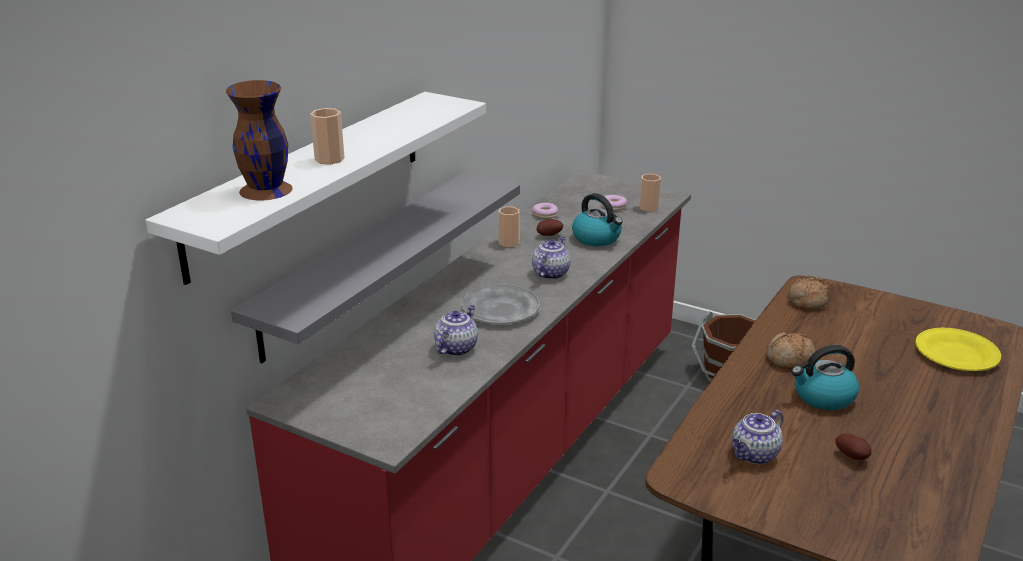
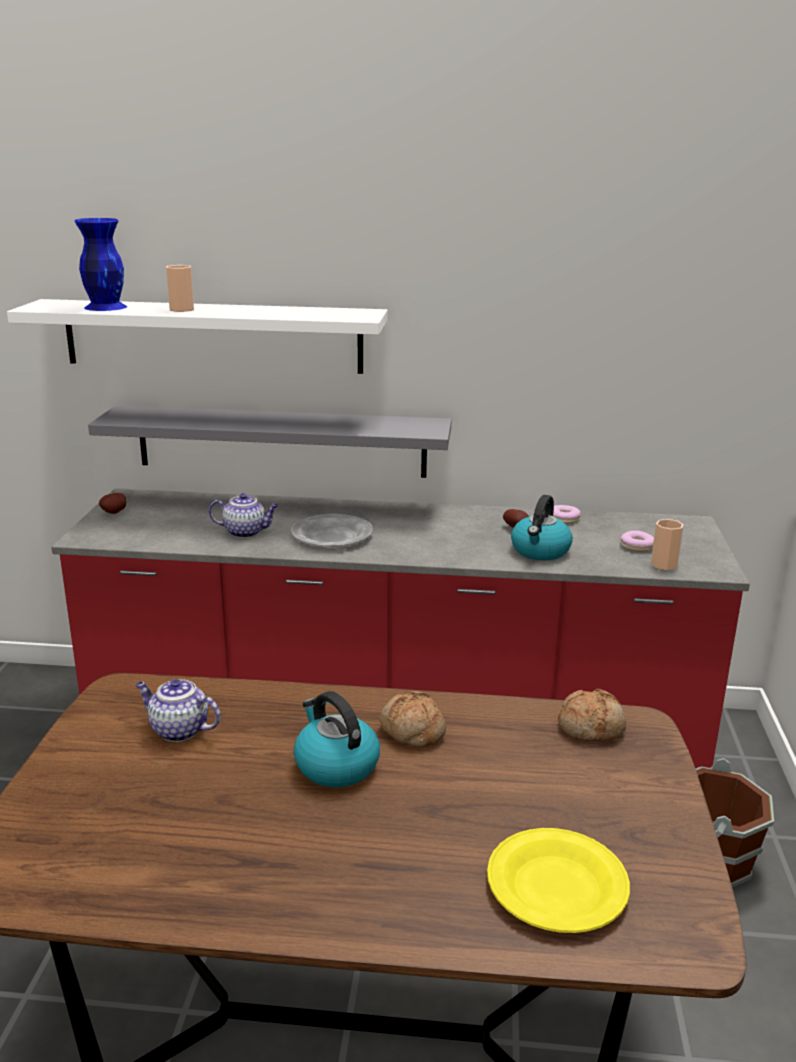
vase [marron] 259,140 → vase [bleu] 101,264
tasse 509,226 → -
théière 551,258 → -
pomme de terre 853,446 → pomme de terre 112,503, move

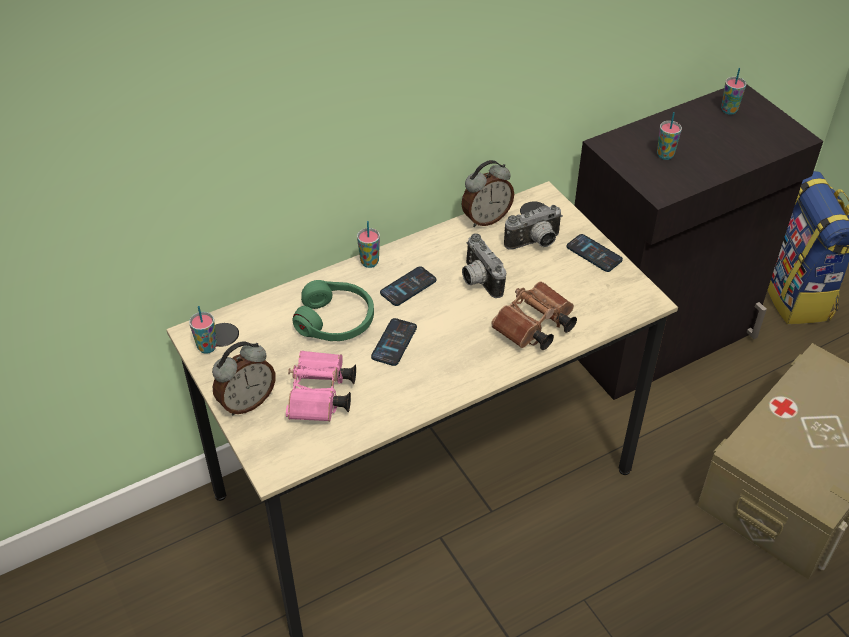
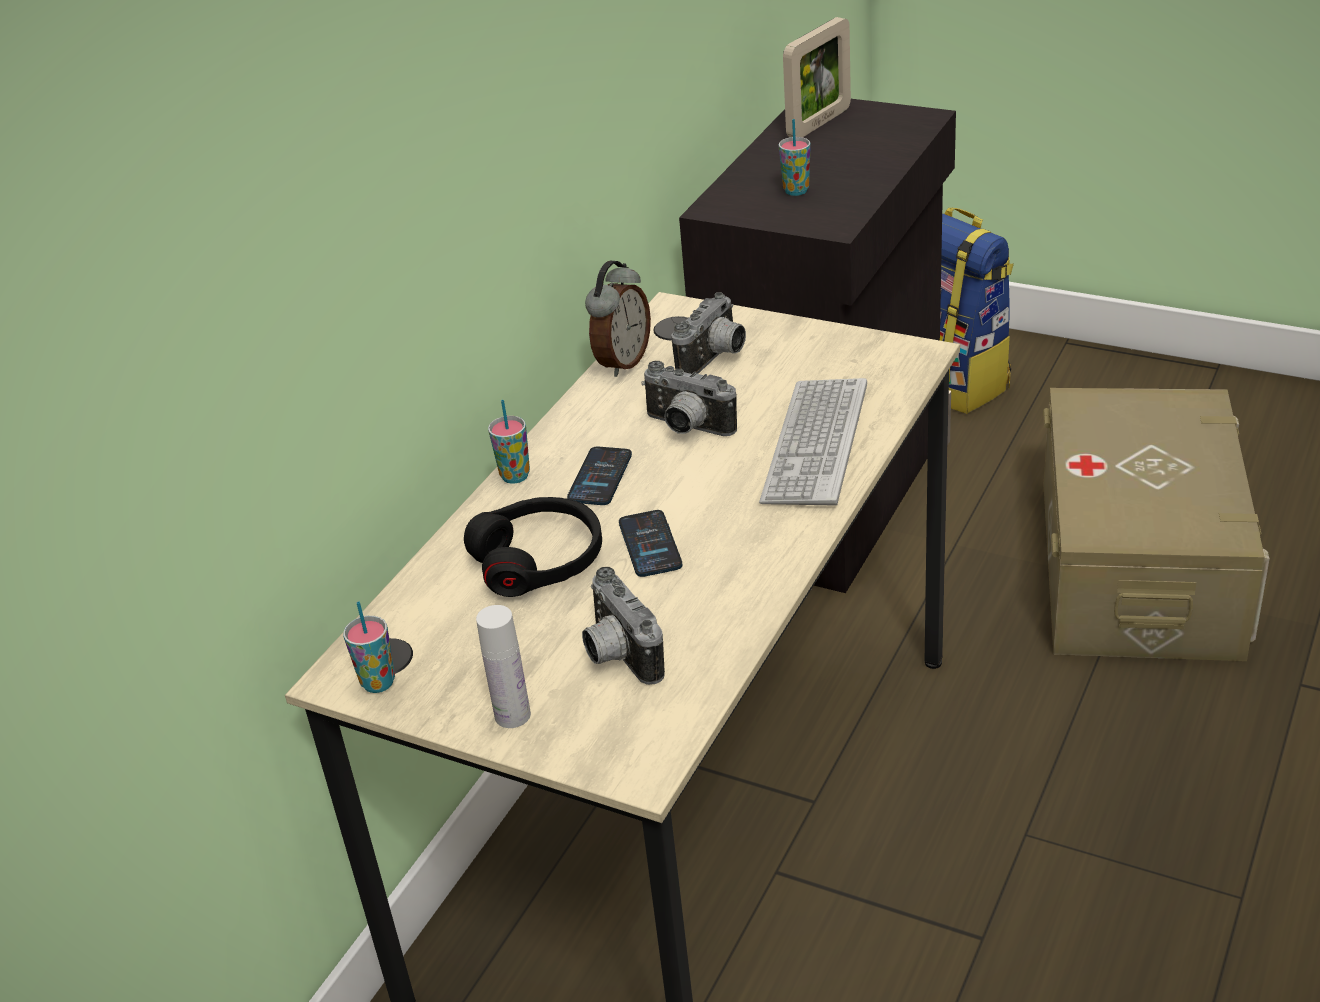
réveil 244,378 → bouteille [blanc] 503,666
jumelles [rose] 321,386 → appareil photo 623,626
casque audio [vert] 333,310 → casque audio [noir] 533,547
jumelles [marron] 534,315 → clavier 813,441
téléphone 594,253 → -
tasse 734,91 → cadre photo 817,77

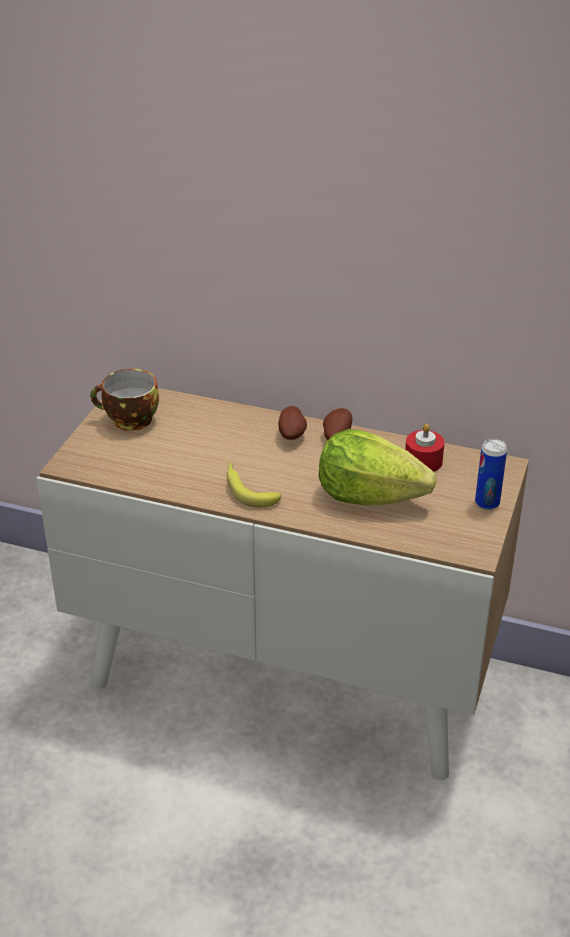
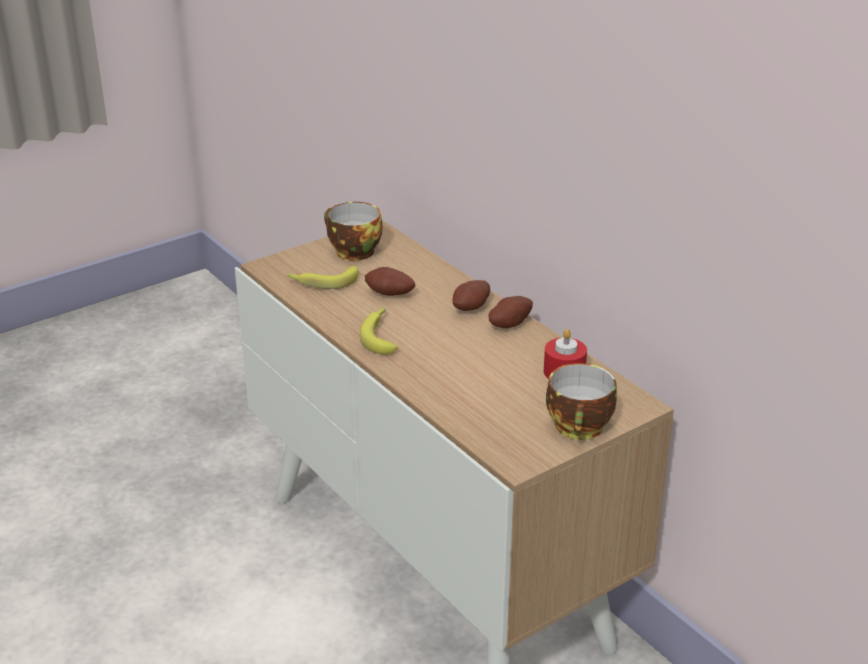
laitue 377,467 → -
boîte métallique 491,474 → tasse 581,401
- → banane 322,277
- → pomme de terre 390,281

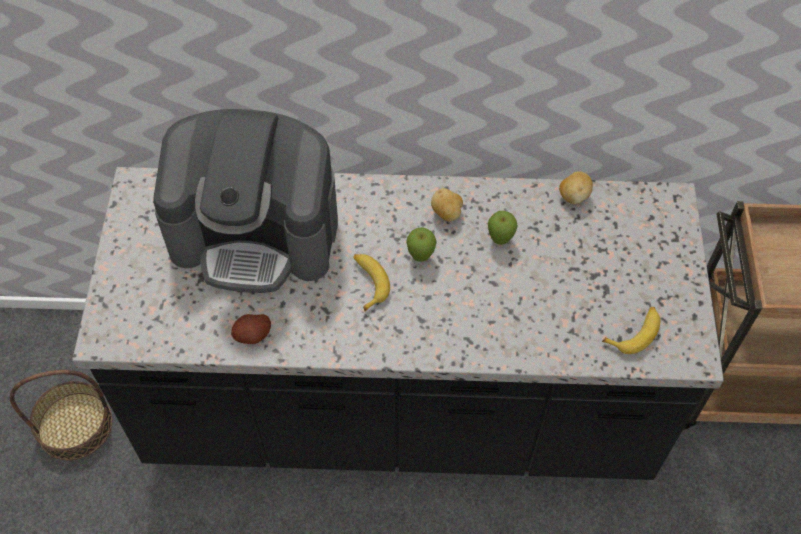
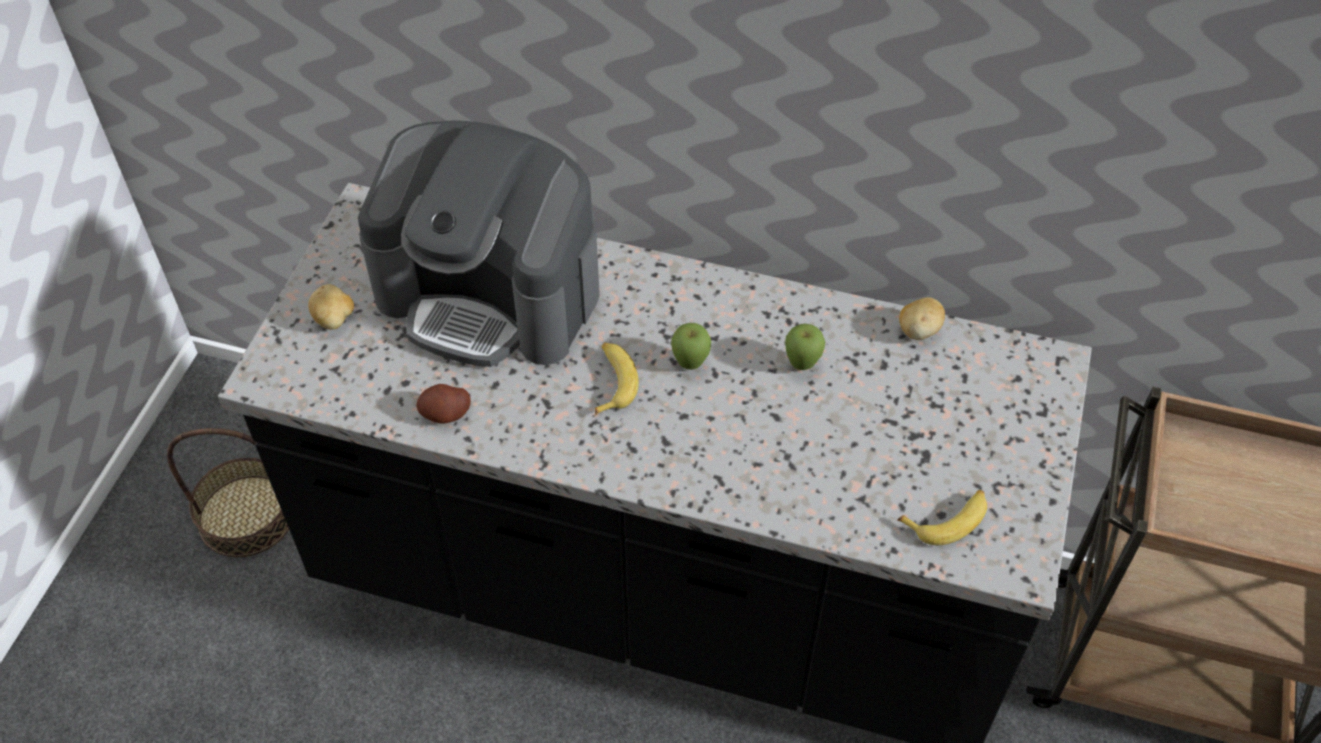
pomme de terre 447,204 → pomme de terre 331,307, move

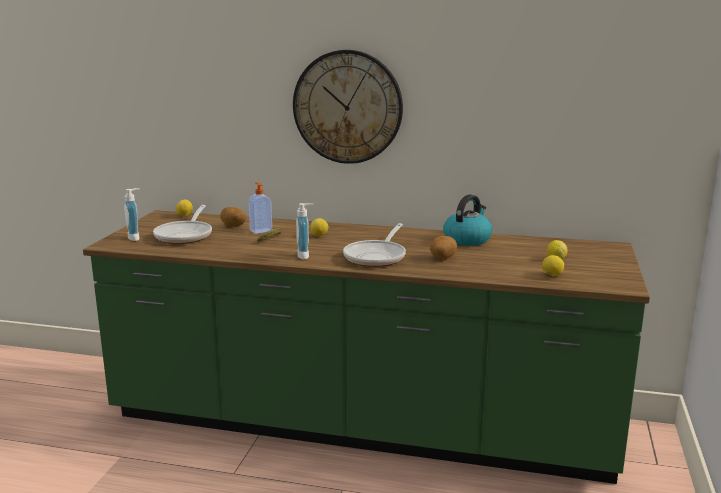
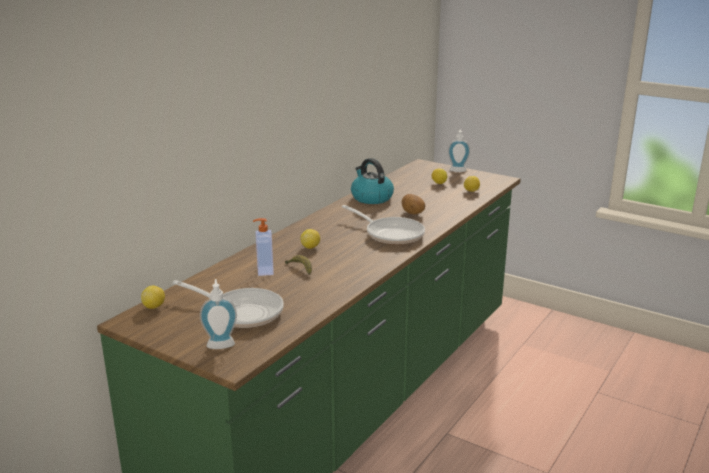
pomme de terre 233,217 → -
horloge murale 348,107 → -
distributeur de savon 304,231 → distributeur de savon 459,150, move

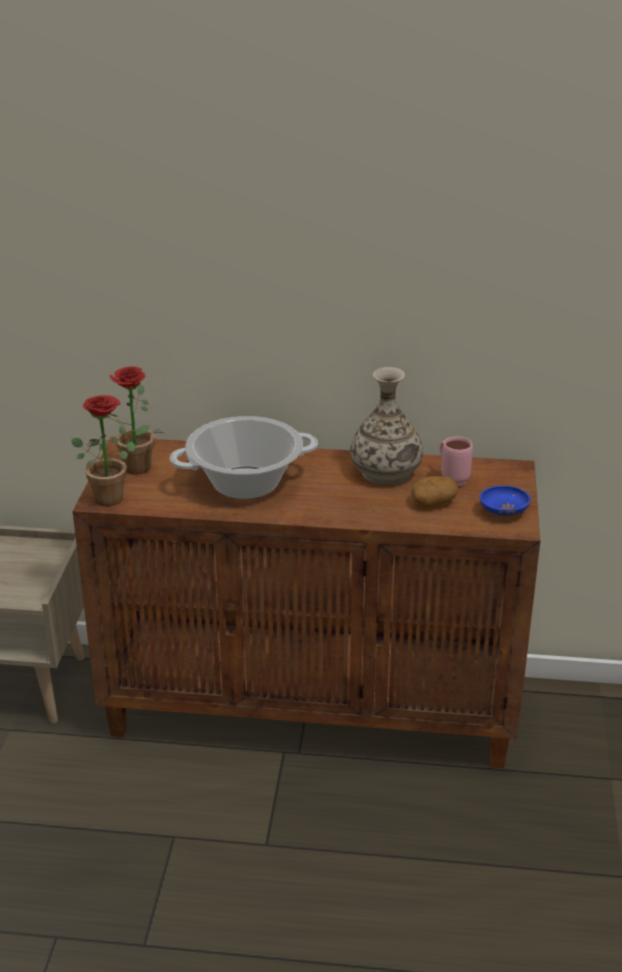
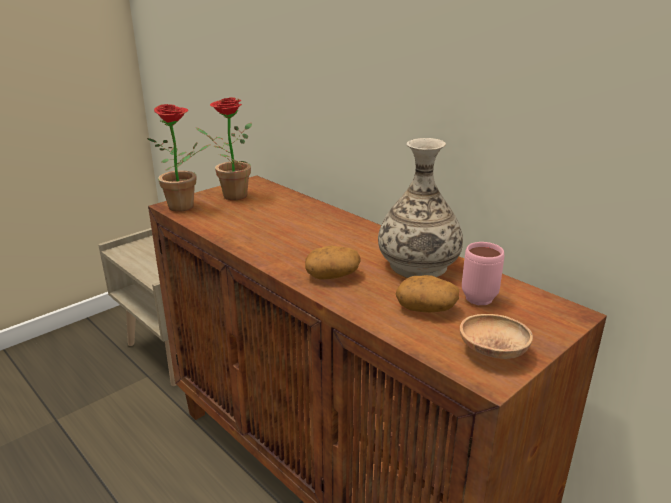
marmite 244,457 → -
bol [bleu] 505,501 → bol [marron] 496,336
- → pomme de terre 333,262

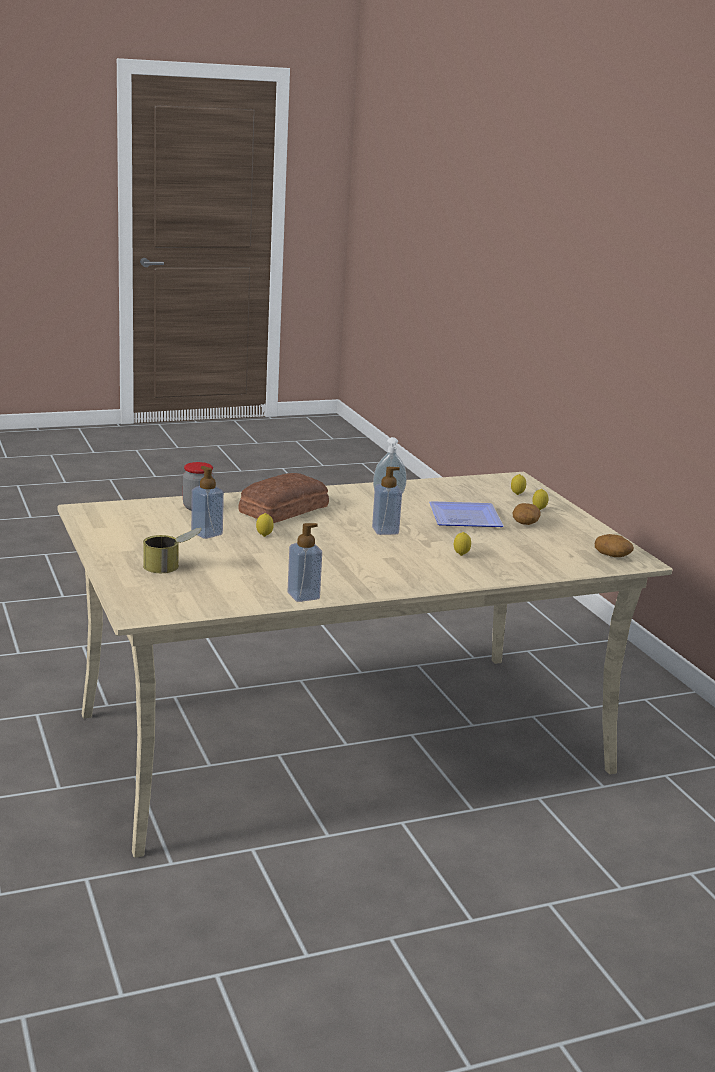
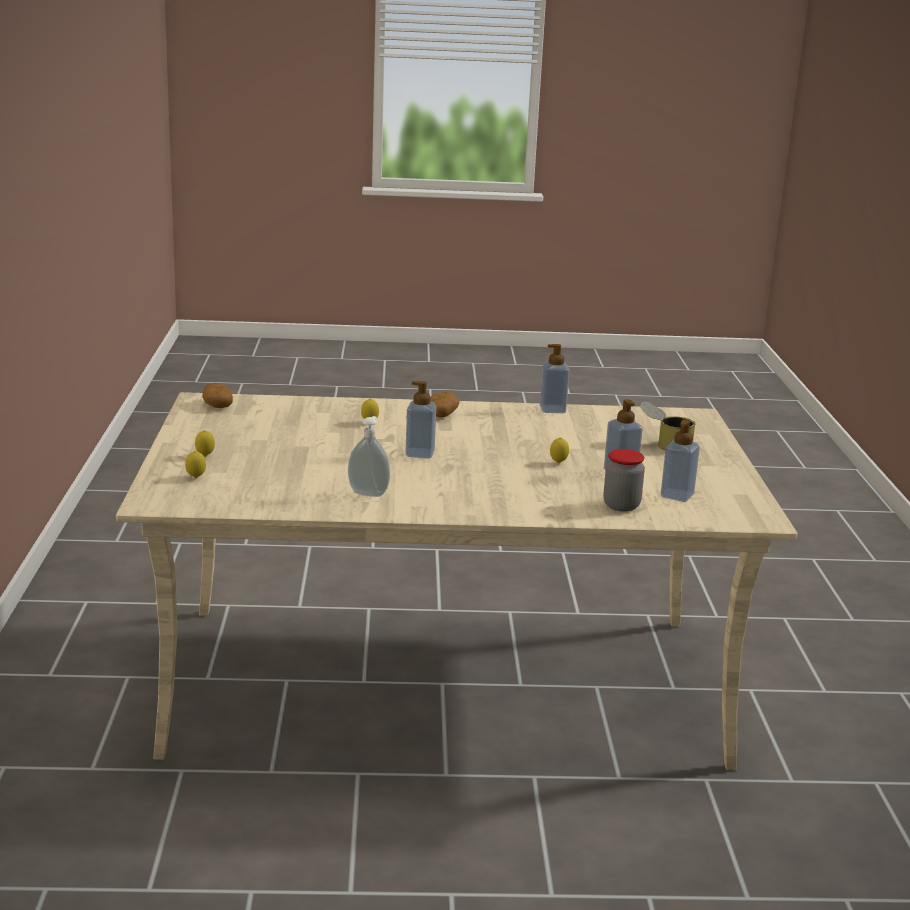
pain 284,498 → -
assiette 466,514 → -
pomme de terre 526,514 → pomme de terre 444,404, move
- → distributeur de savon 680,461

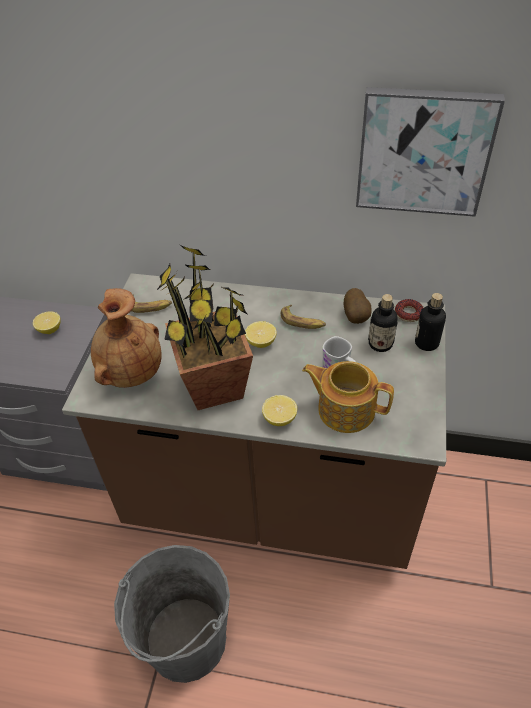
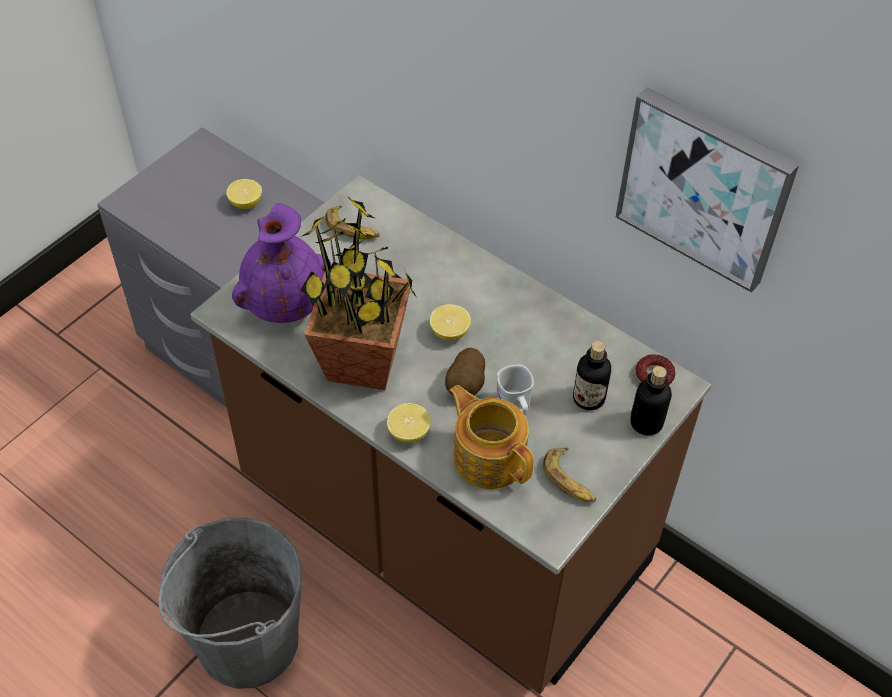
vase [marron] 126,338 → vase [violet] 282,263
banane 303,317 → banane 569,475, move
pomme de terre 358,306 → pomme de terre 465,371, move

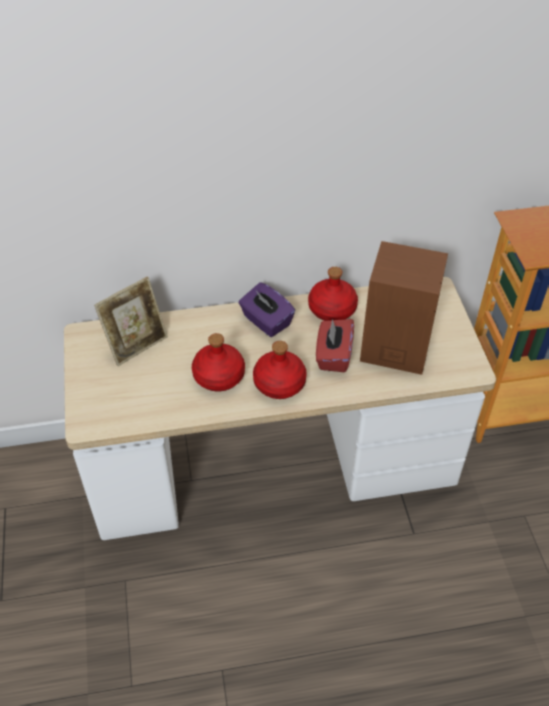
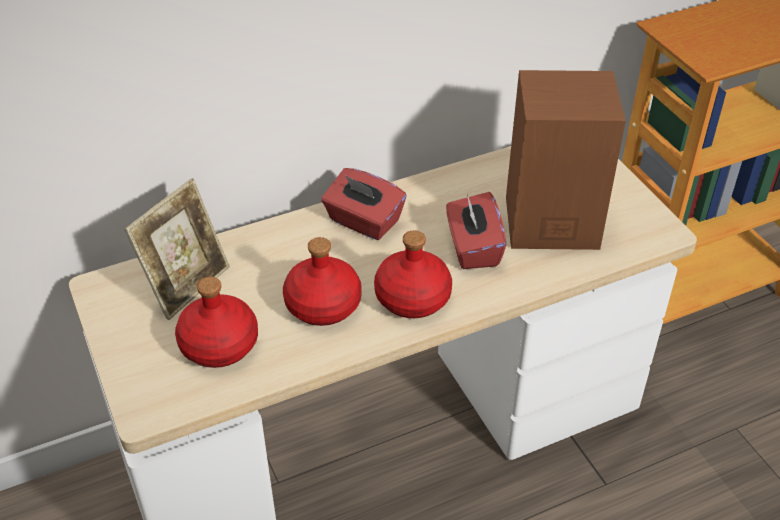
boîte à mouchoirs [violet] 267,309 → boîte à mouchoirs [rouge] 363,204
bouteille [rouge] 333,294 → bouteille [rouge] 216,322, move

